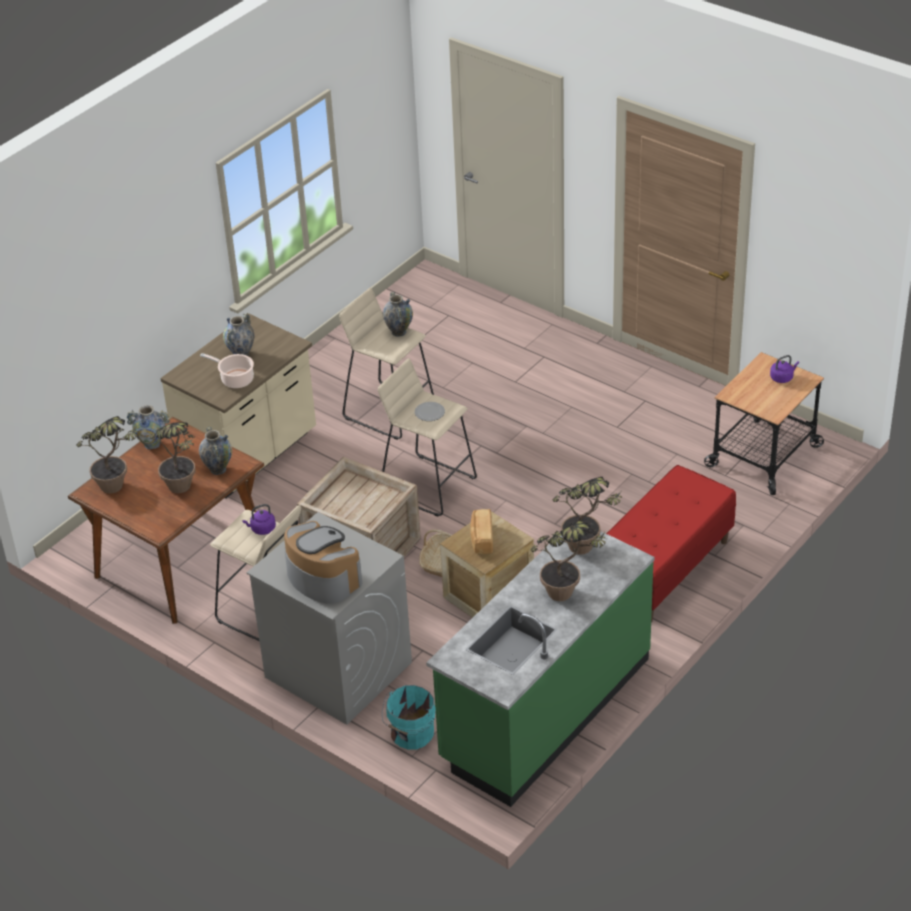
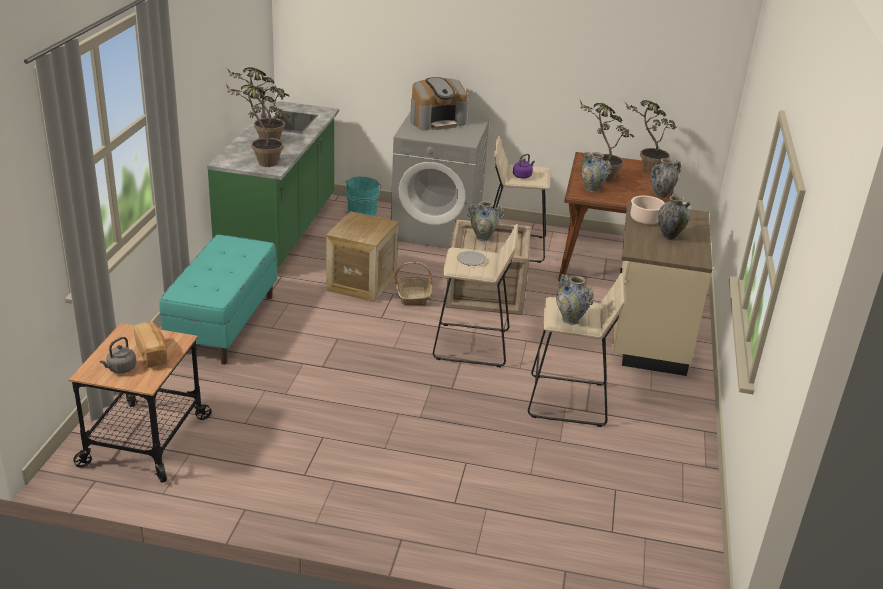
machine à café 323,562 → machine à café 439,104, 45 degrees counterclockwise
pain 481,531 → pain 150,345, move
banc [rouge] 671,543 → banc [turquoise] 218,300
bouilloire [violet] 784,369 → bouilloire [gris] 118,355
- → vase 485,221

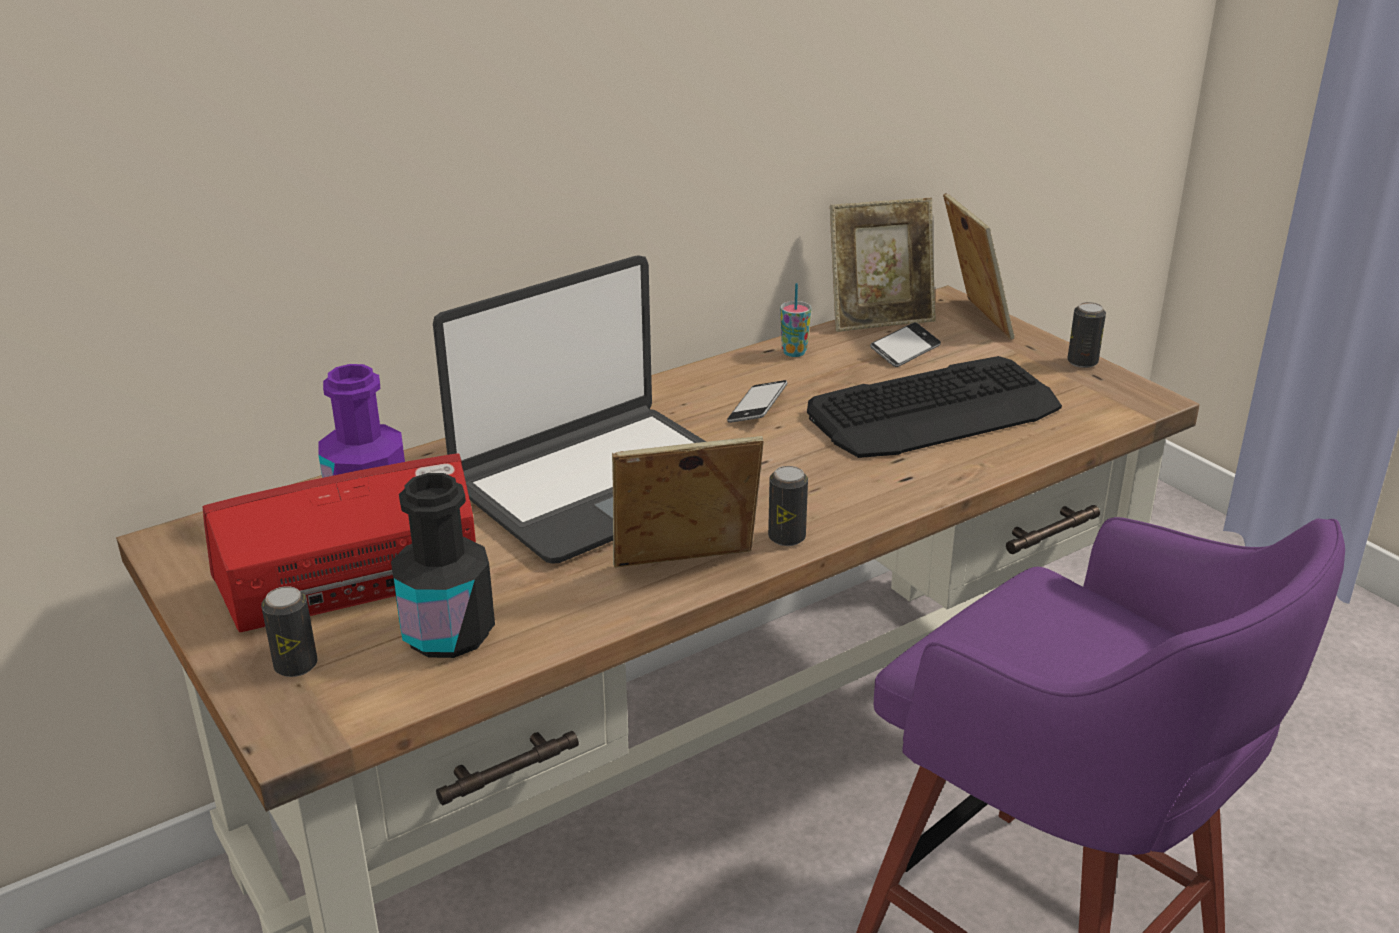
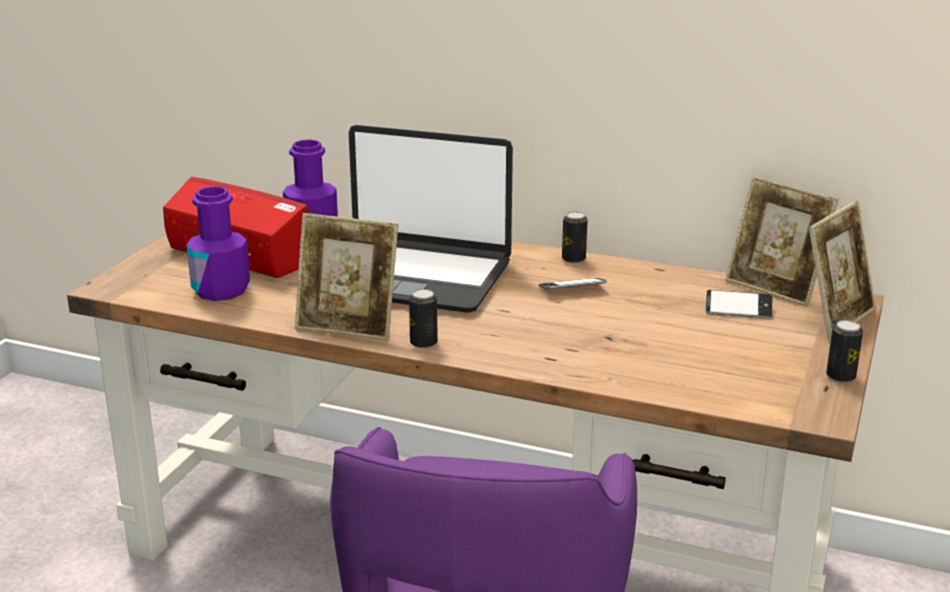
boîte métallique 289,631 → boîte métallique 575,237, move
bouteille [noir] 443,565 → bouteille [violet] 218,243
cadre photo 688,502 → cadre photo 346,276, 150 degrees clockwise
tasse 795,320 → -
clavier 934,407 → -

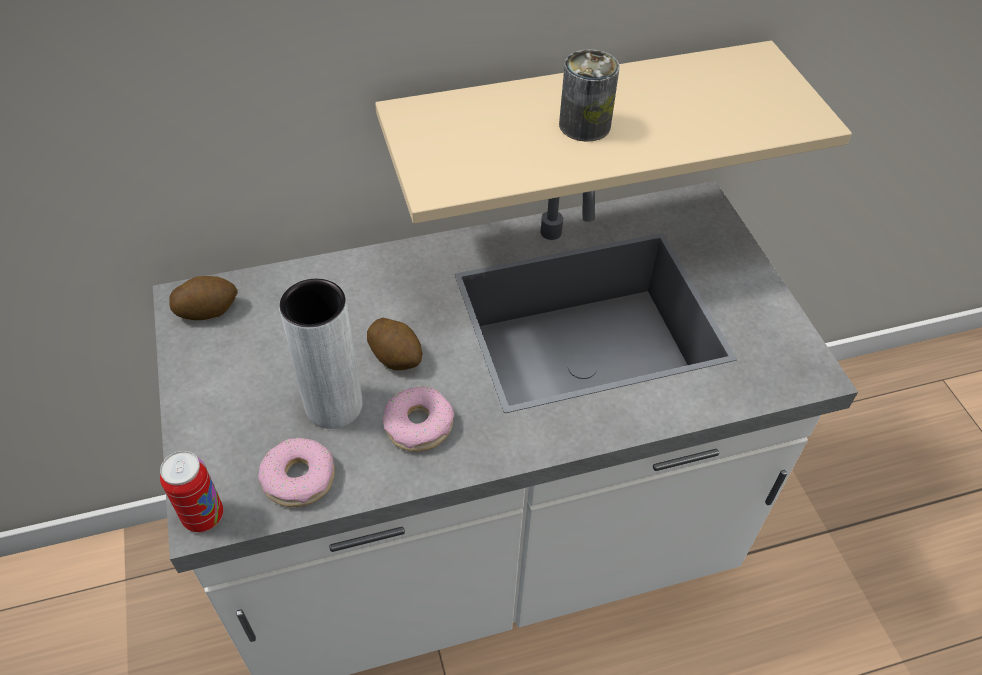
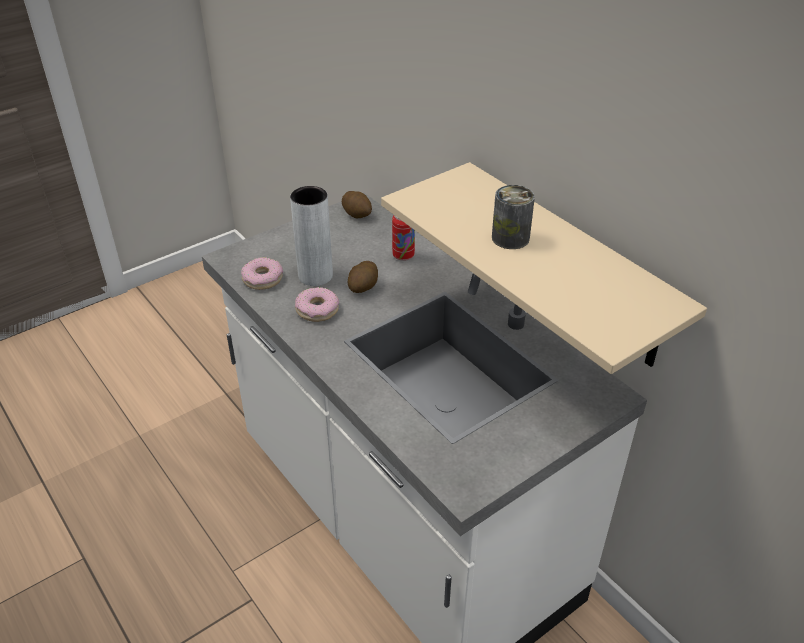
boîte métallique 191,492 → boîte métallique 403,238, move

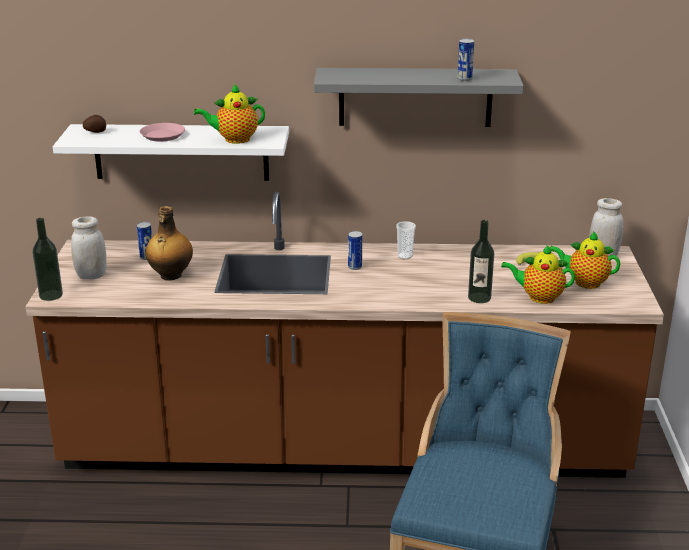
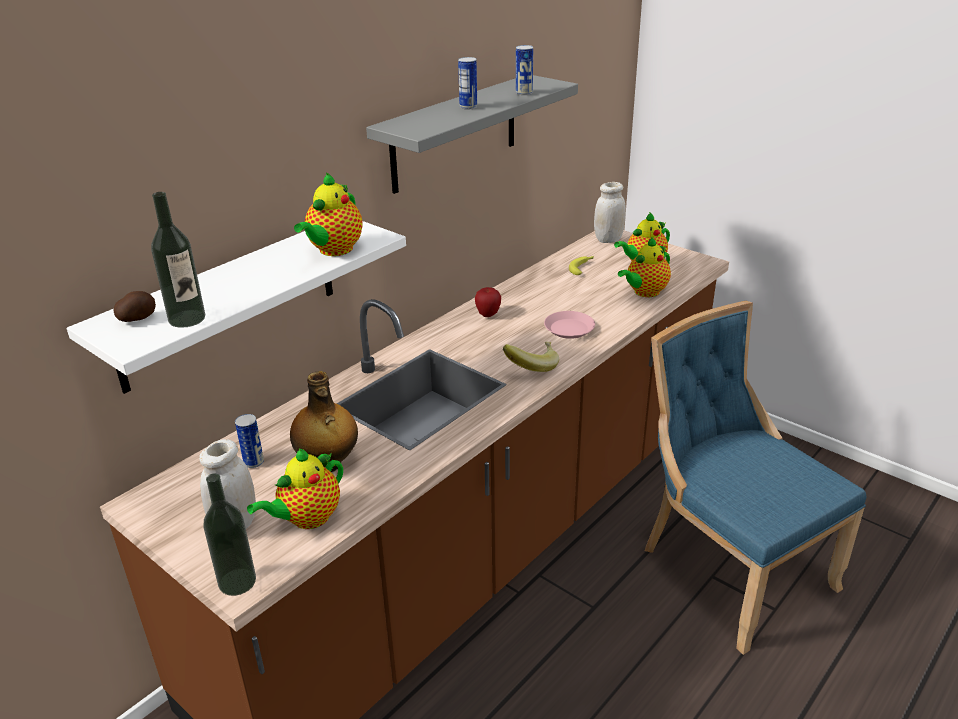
assiette [rose] 162,132 → assiette [rose] 569,325, move
boîte métallique 355,250 → boîte métallique 467,83, move
tasse 406,240 → pomme 488,302
bouteille 481,261 → bouteille 178,260, move
- → théière 295,488
- → banane 531,356

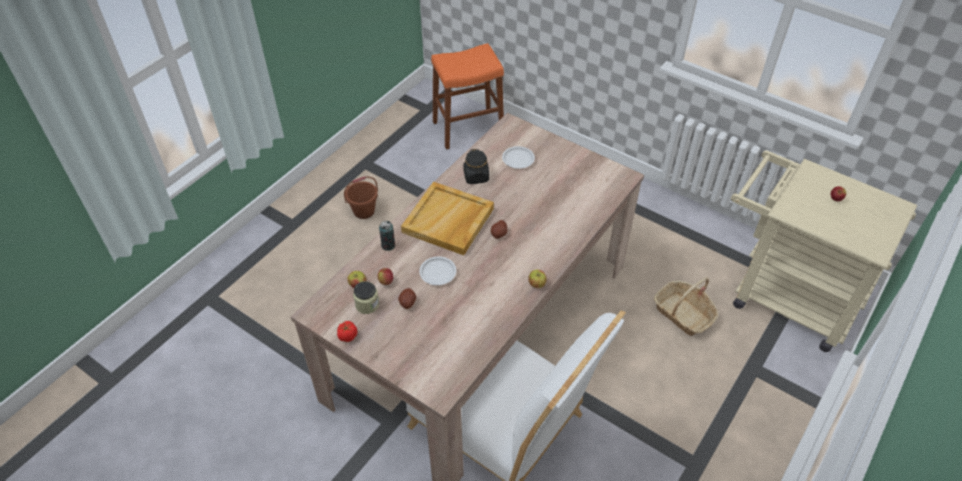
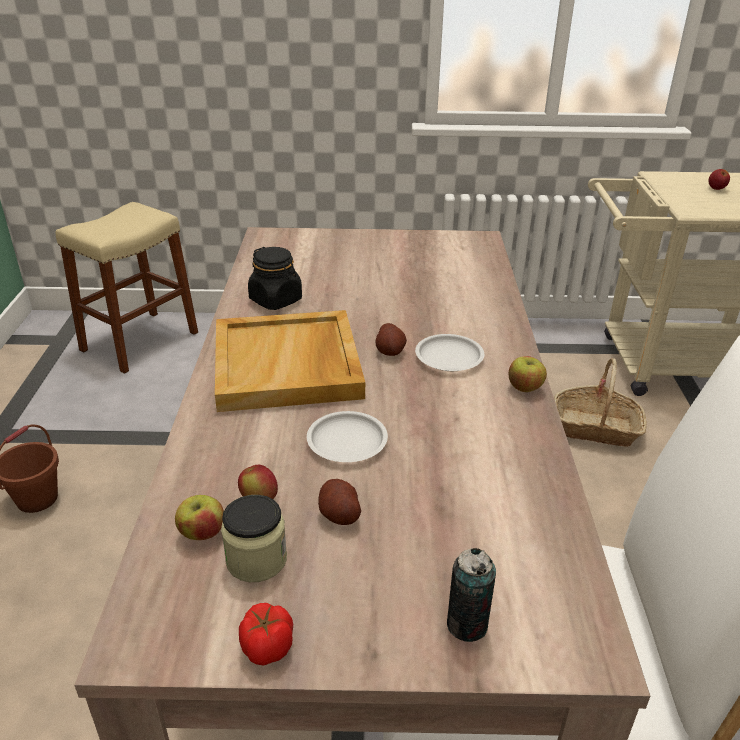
boîte métallique 387,236 → boîte métallique 471,595, move
tabouret [orange] 467,96 → tabouret [beige] 127,288
assiette [blanc] 518,157 → assiette [blanc] 449,352, move

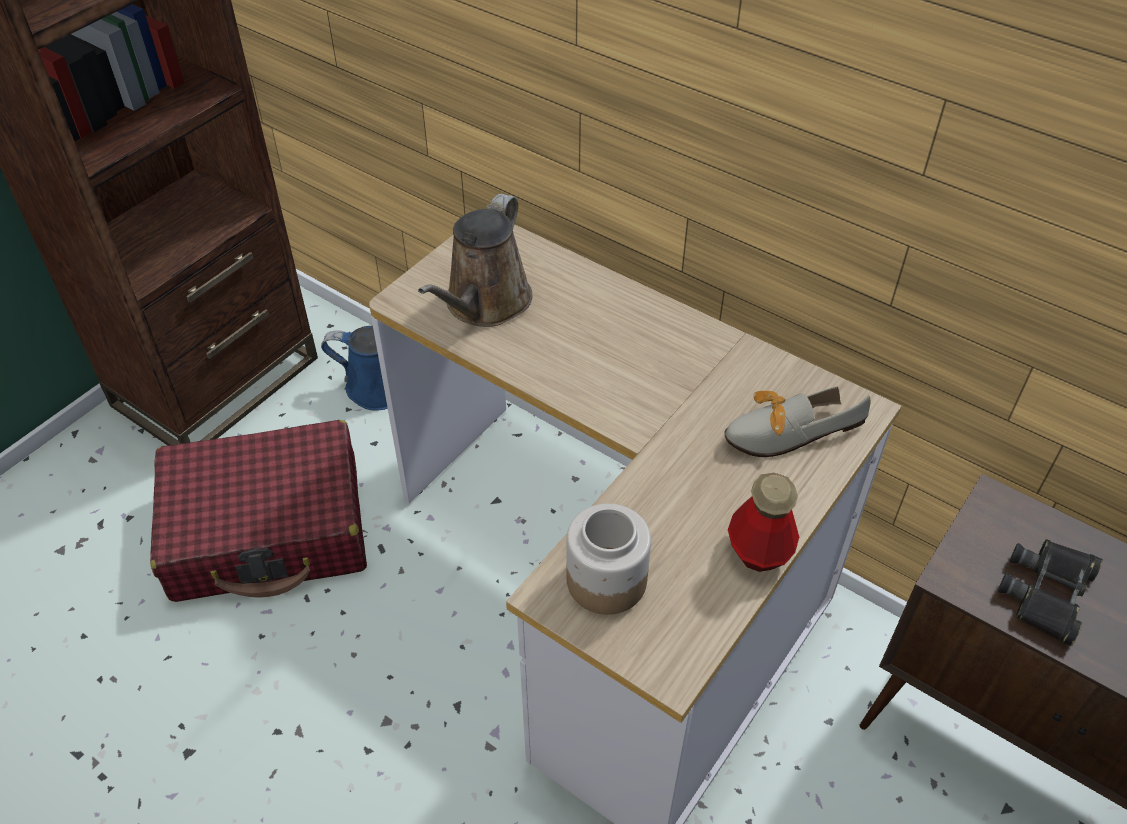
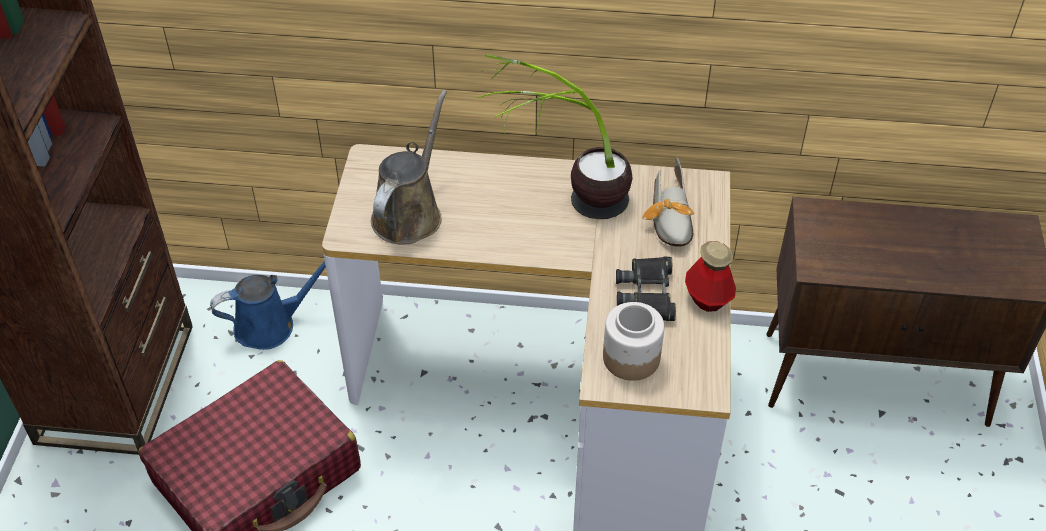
arrosoir [marron] 475,260 → arrosoir [marron] 409,167, 150 degrees counterclockwise
chaussure 797,421 → chaussure 668,201, 45 degrees counterclockwise
jumelles [noir] 1050,592 → jumelles [noir] 646,289, move
- → plante en pot 554,136

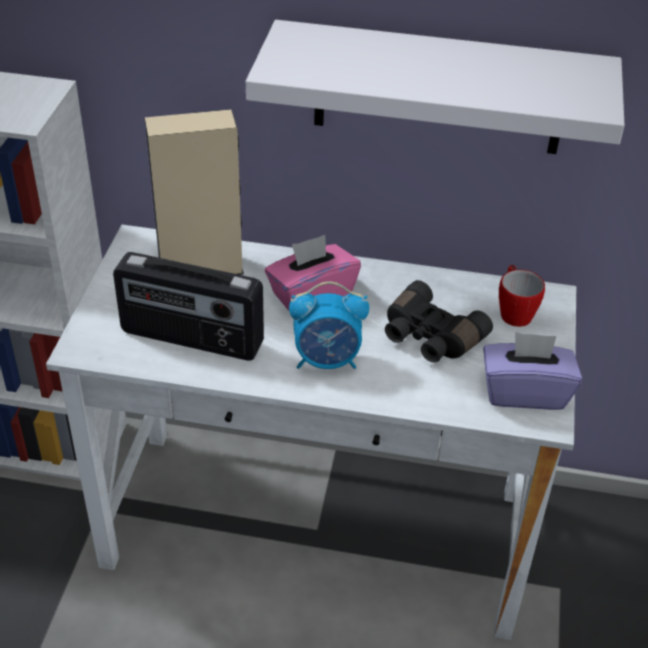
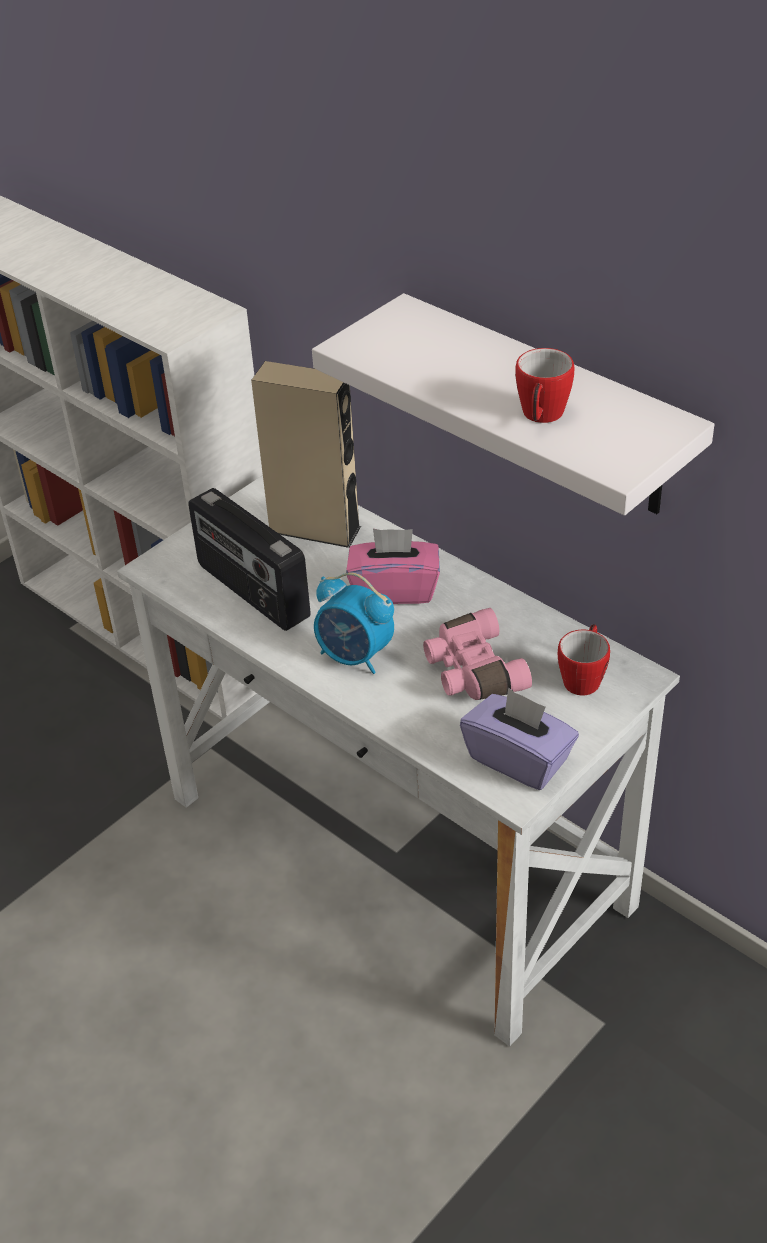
jumelles [noir] 439,321 → jumelles [rose] 477,654
- → mug 544,385

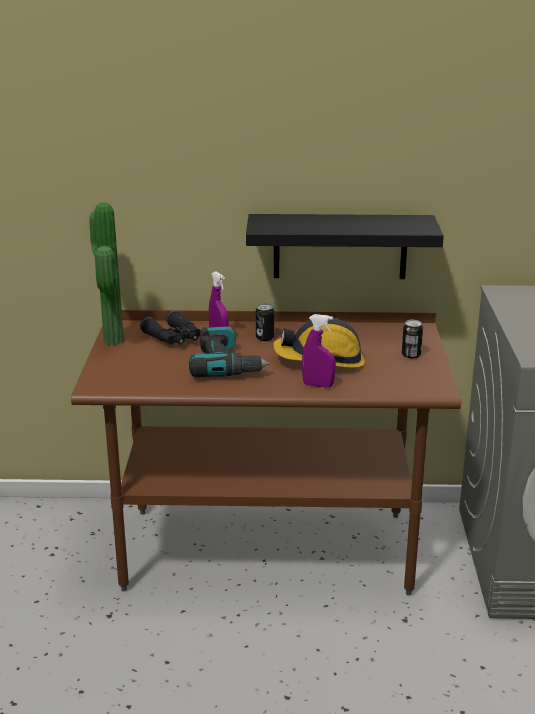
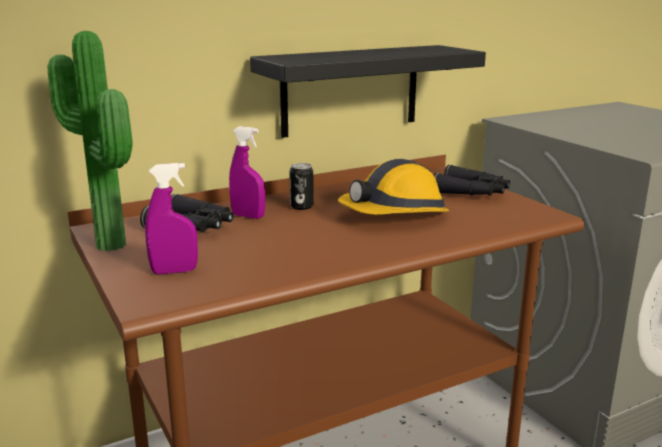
perceuse 229,351 → -
vaporisateur [violet] 319,351 → vaporisateur [violet] 171,218, move
boîte métallique 412,339 → jumelles [noir] 472,180

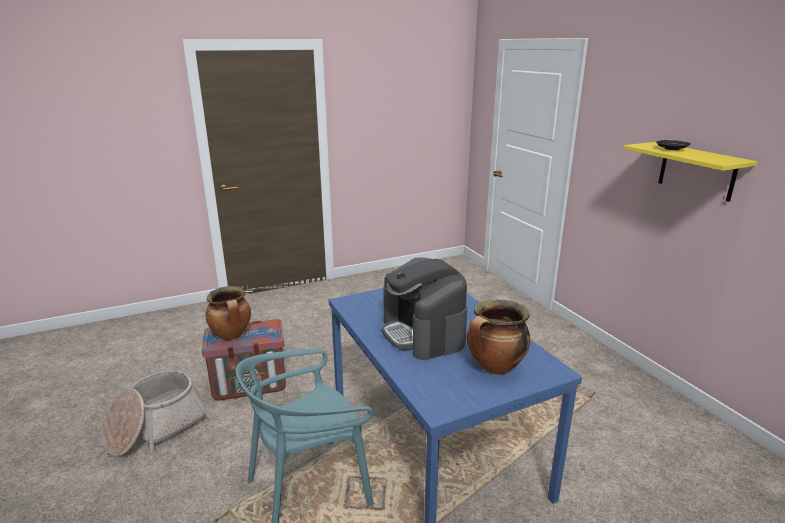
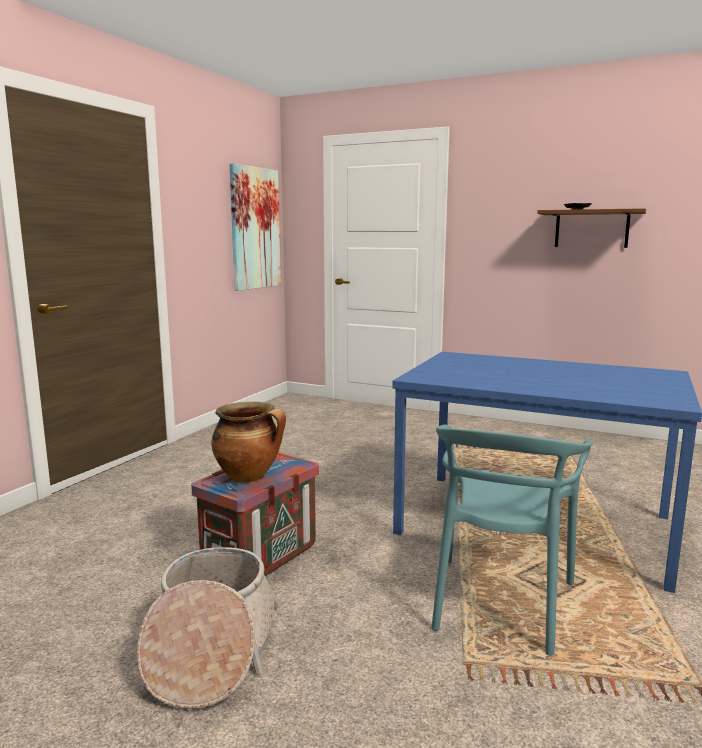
machine à café 424,308 → -
marmite 498,337 → -
étagère [jaune] 690,172 → étagère [marron] 591,228
- → tableau 255,227

